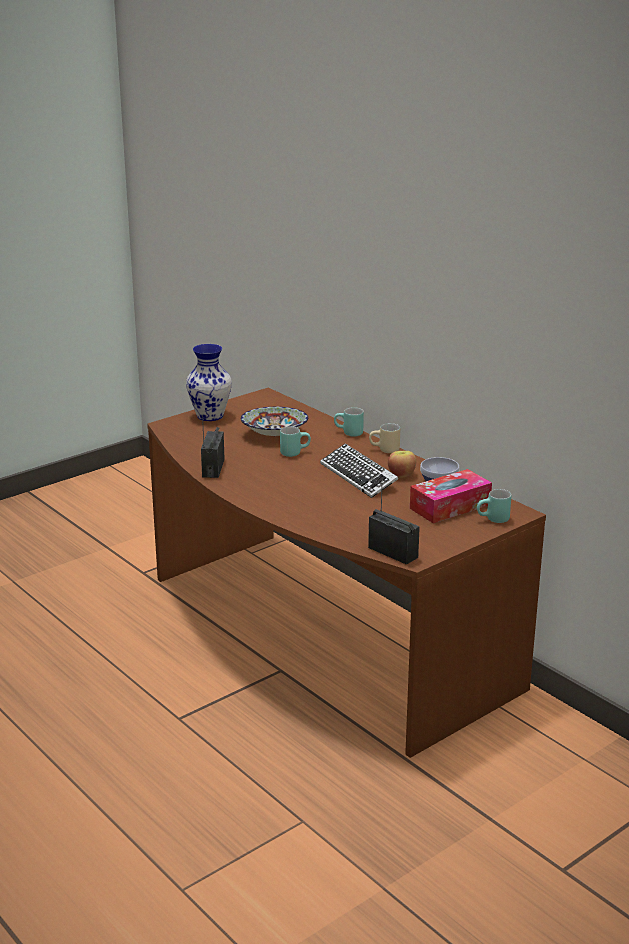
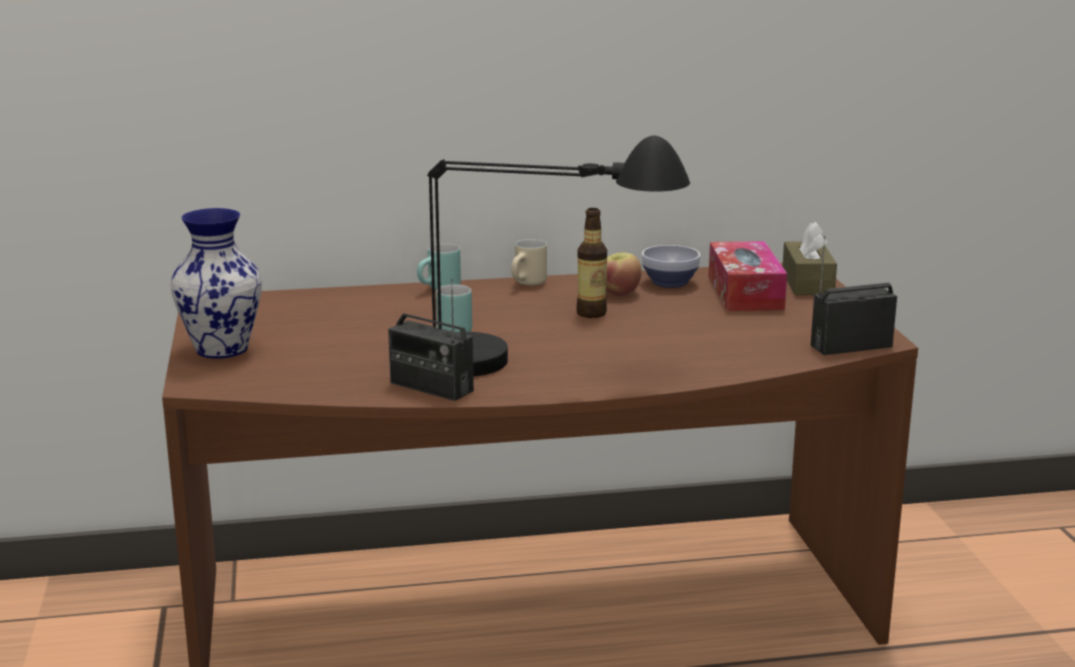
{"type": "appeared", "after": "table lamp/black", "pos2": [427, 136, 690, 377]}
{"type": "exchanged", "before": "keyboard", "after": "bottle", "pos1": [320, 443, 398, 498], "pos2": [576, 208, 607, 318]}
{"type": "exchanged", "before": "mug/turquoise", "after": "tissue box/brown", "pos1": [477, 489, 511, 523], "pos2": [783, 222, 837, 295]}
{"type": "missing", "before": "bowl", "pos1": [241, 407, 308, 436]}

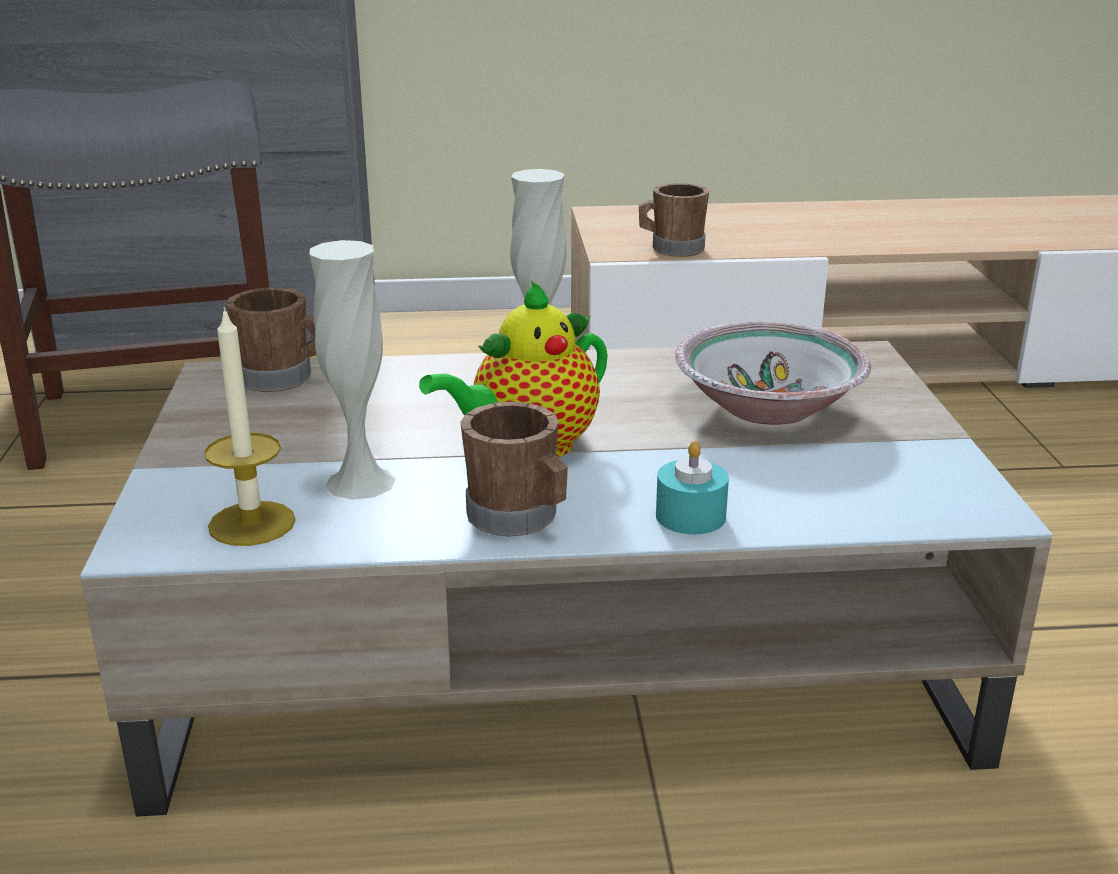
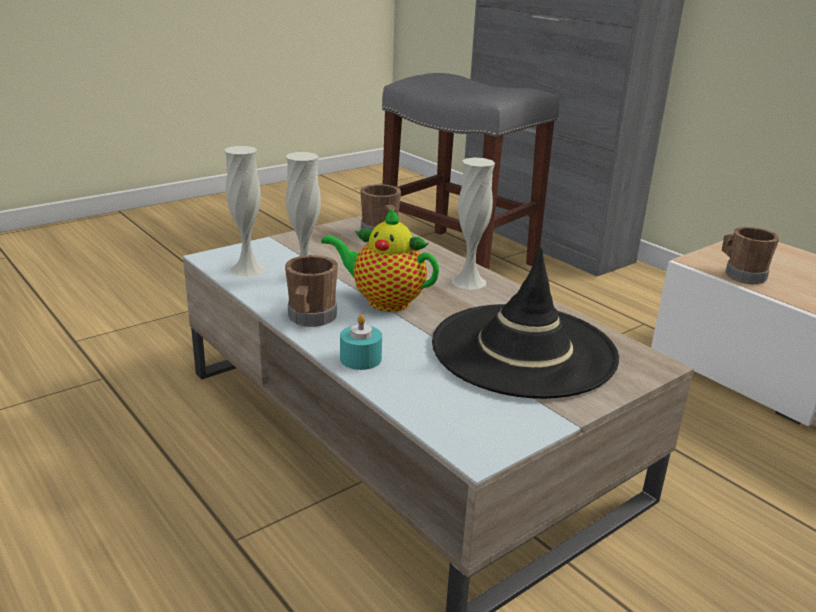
{"type": "exchanged", "before": "candle", "after": "vase/white", "pos1": [204, 307, 296, 546], "pos2": [224, 146, 265, 277]}
{"type": "exchanged", "before": "bowl", "after": "hat/black", "pos1": [675, 322, 871, 425], "pos2": [432, 247, 619, 399]}

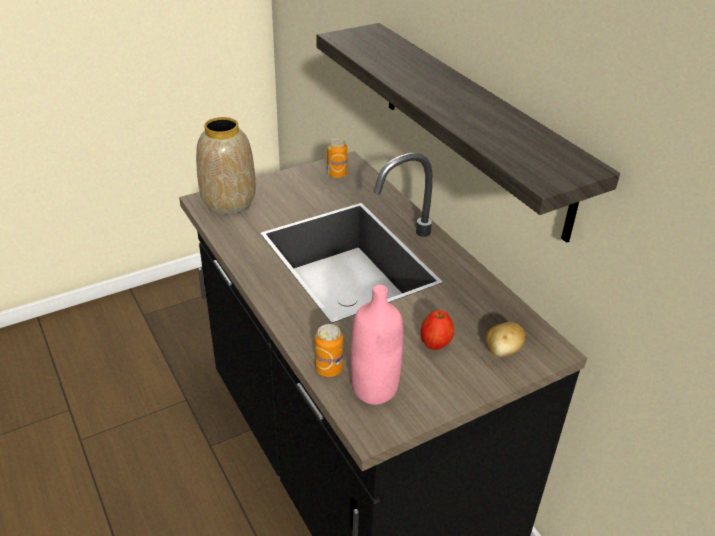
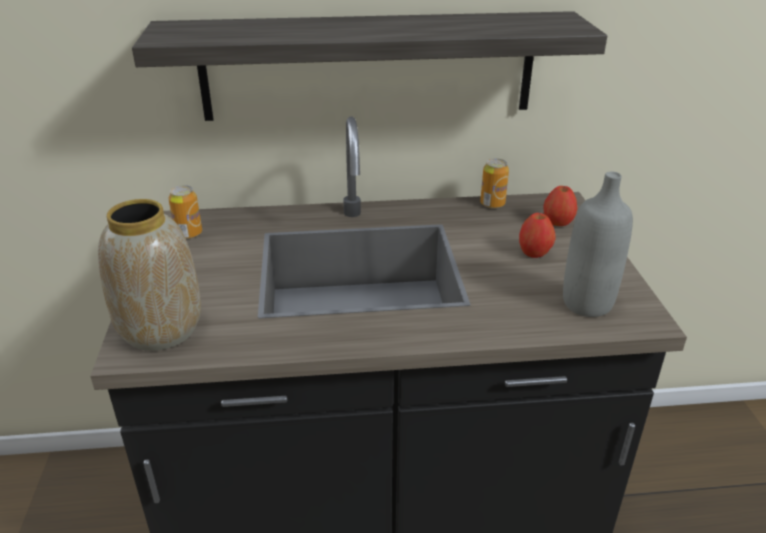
{"type": "relocated", "before": "can", "pos1": [315, 324, 343, 377], "pos2": [480, 158, 509, 209]}
{"type": "exchanged", "before": "potato", "after": "apple", "pos1": [486, 322, 525, 357], "pos2": [543, 186, 577, 226]}
{"type": "colour", "before": "bottle/pink", "after": "bottle/grey", "pos1": [351, 285, 403, 405], "pos2": [563, 171, 633, 317]}

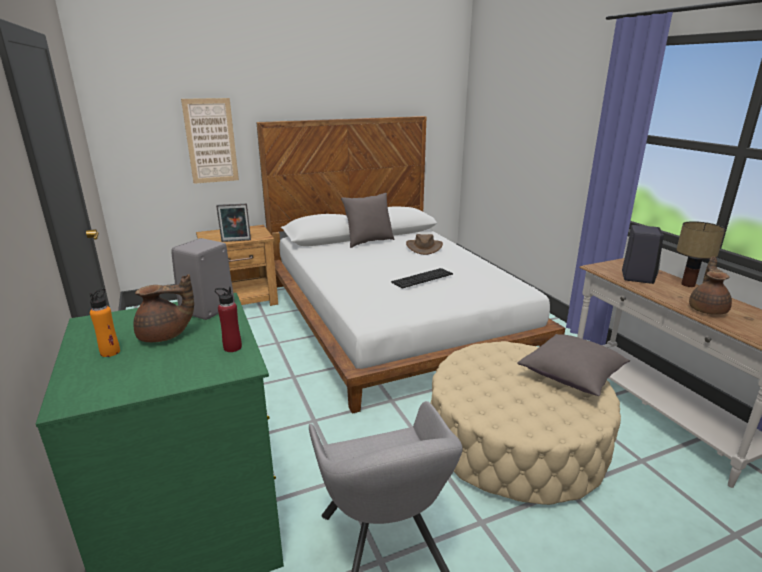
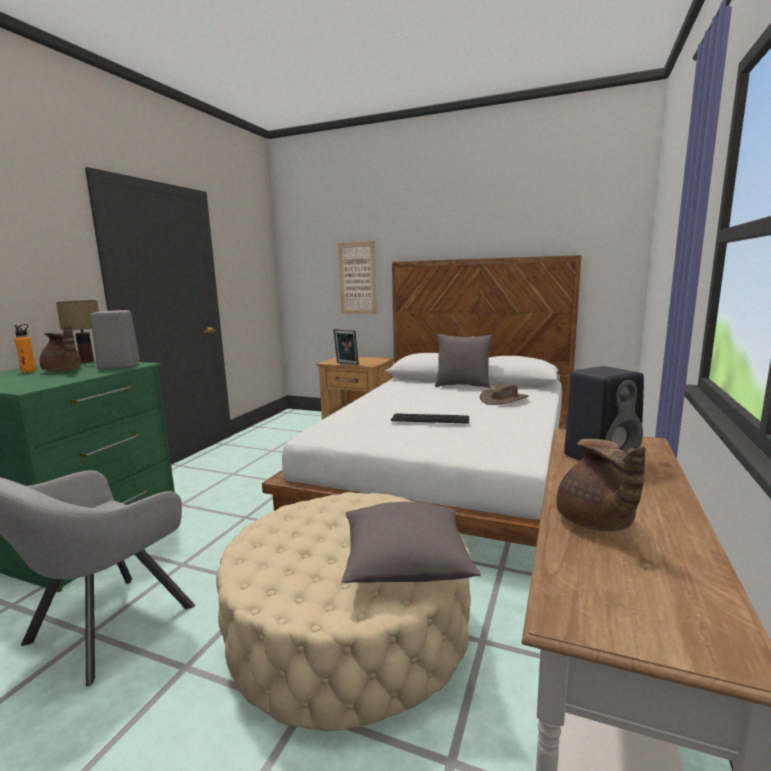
{"type": "relocated", "before": "table lamp", "pos1": [676, 221, 725, 287], "pos2": [56, 300, 99, 363]}
{"type": "spun", "before": "teapot/brown", "pos1": [689, 256, 732, 315], "pos2": [557, 439, 645, 531], "turn": 105}
{"type": "missing", "before": "bottle/red", "pos1": [215, 287, 242, 352]}

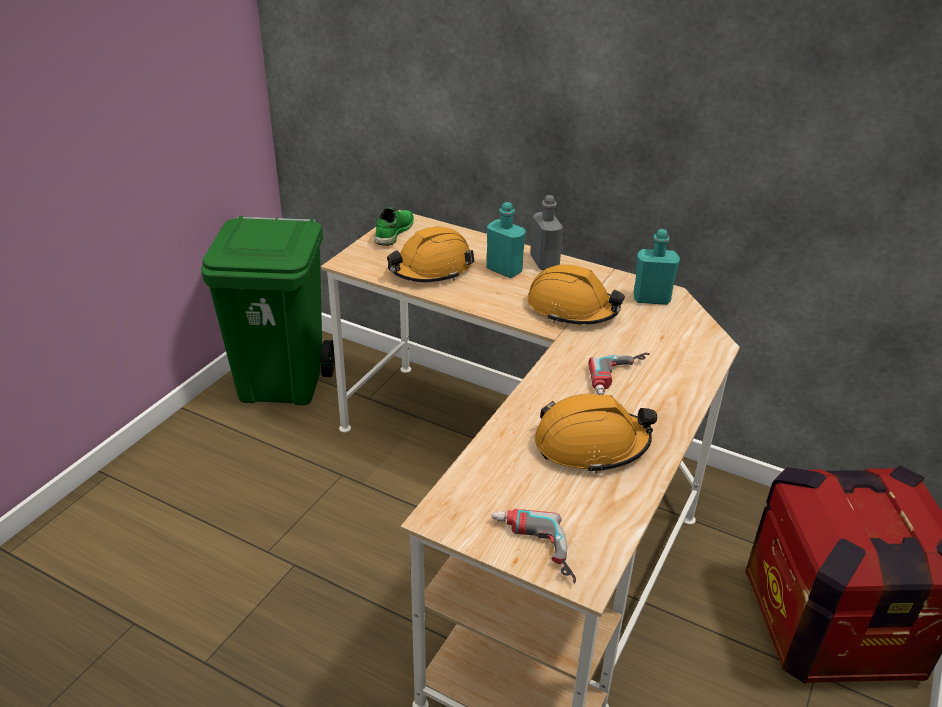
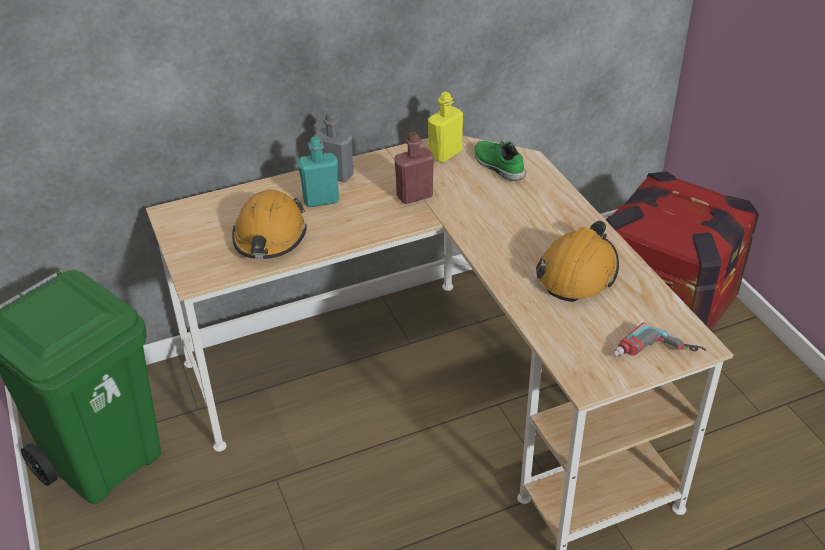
{"type": "exchanged", "before": "hard hat/orange", "after": "bottle/red", "pos1": [527, 264, 625, 325], "pos2": [394, 132, 434, 204]}
{"type": "colour", "before": "bottle/turquoise", "after": "bottle/yellow", "pos1": [633, 229, 680, 305], "pos2": [428, 92, 463, 163]}
{"type": "relocated", "before": "shoe/green", "pos1": [374, 207, 414, 246], "pos2": [474, 141, 526, 181]}
{"type": "missing", "before": "power drill", "pos1": [589, 353, 650, 395]}

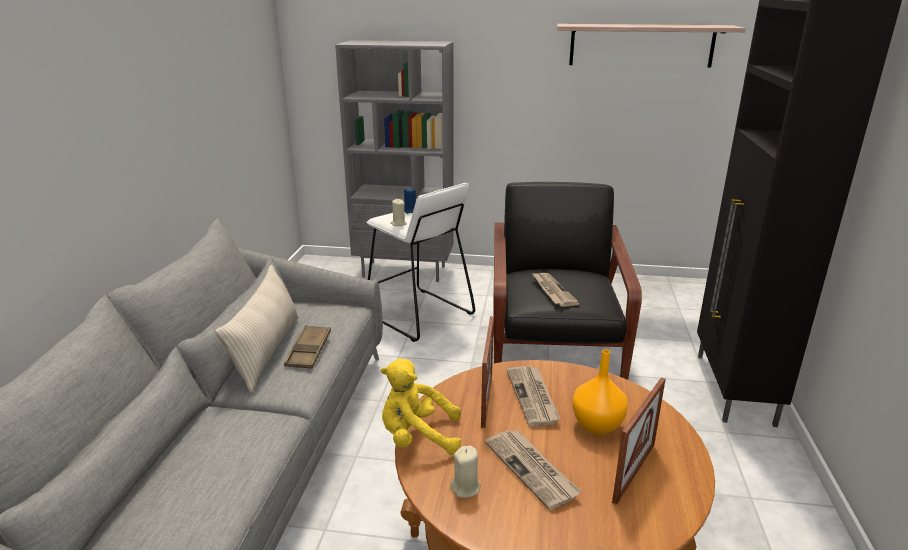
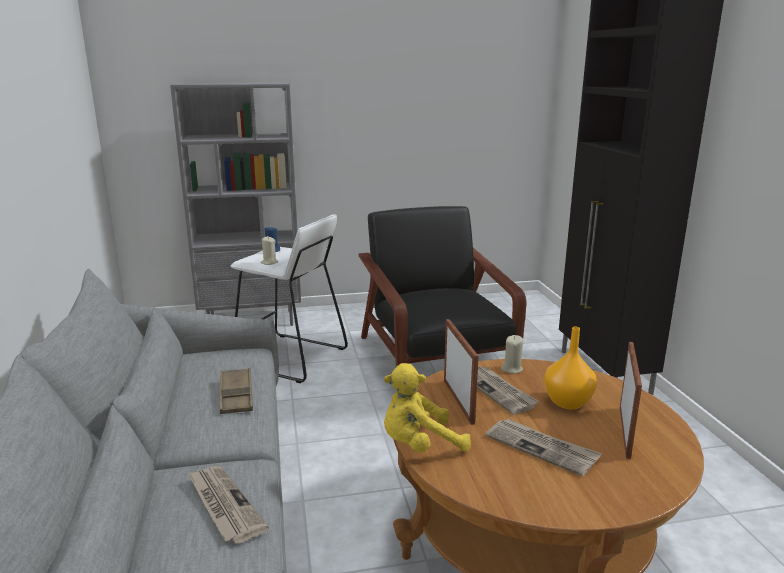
{"type": "relocated", "before": "newspaper", "pos1": [531, 272, 579, 307], "pos2": [187, 466, 269, 544]}
{"type": "relocated", "before": "candle/beige", "pos1": [450, 446, 481, 498], "pos2": [501, 335, 523, 374]}
{"type": "missing", "before": "pillow/beige", "pos1": [215, 265, 299, 393]}
{"type": "missing", "before": "shelf", "pos1": [557, 24, 746, 68]}

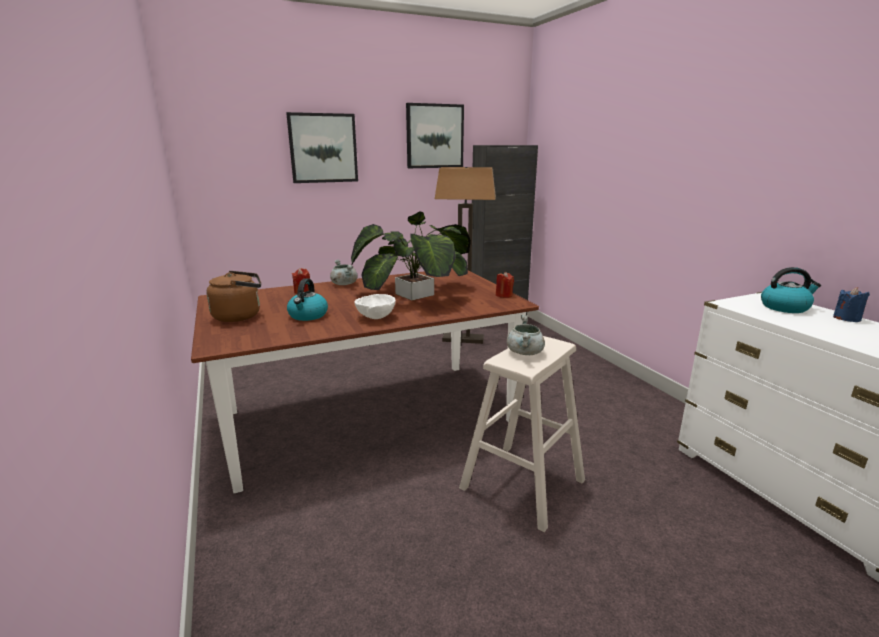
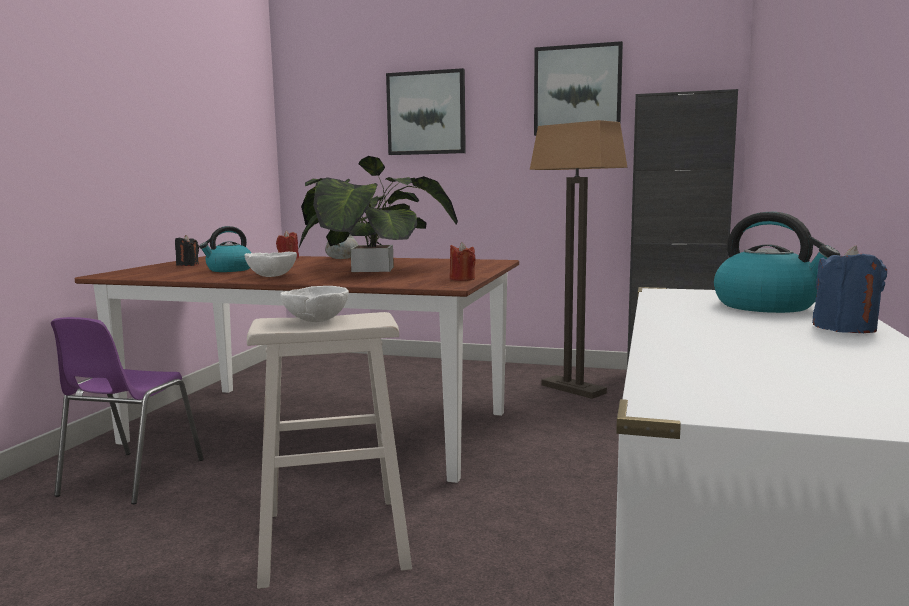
{"type": "appeared", "after": "chair/purple", "pos2": [51, 317, 204, 504]}
{"type": "exchanged", "before": "kettle/brown", "after": "candle/black", "pos1": [206, 271, 261, 322], "pos2": [175, 235, 199, 266]}
{"type": "exchanged", "before": "cooking pot/grey", "after": "bowl/white", "pos1": [507, 315, 545, 355], "pos2": [280, 286, 349, 322]}

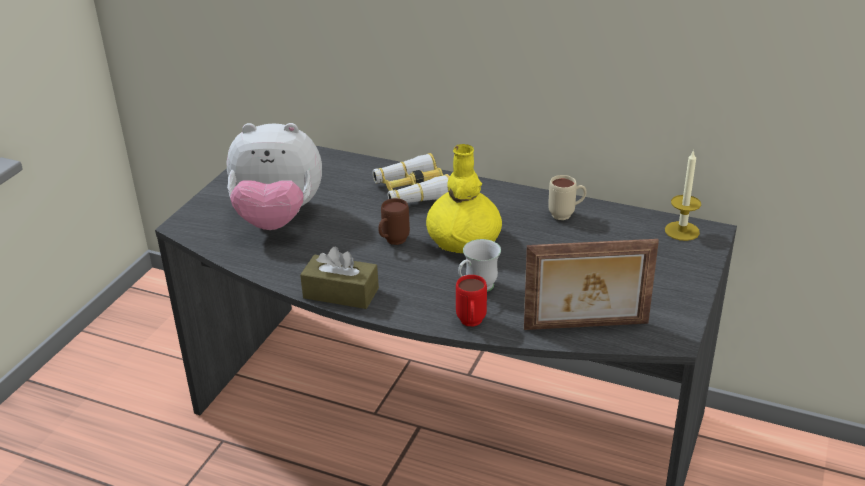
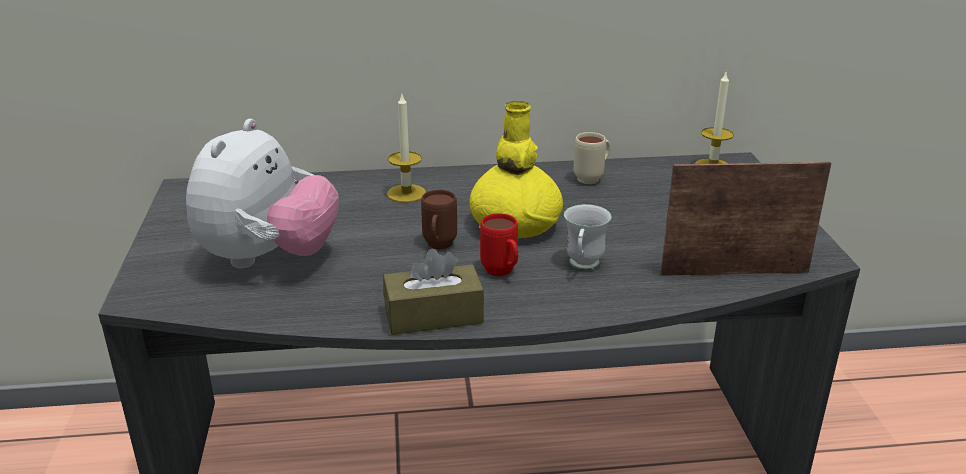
{"type": "spun", "before": "plush toy", "pos1": [227, 123, 322, 230], "pos2": [186, 119, 339, 268], "turn": -45}
{"type": "exchanged", "before": "binoculars", "after": "candle", "pos1": [373, 153, 450, 203], "pos2": [387, 92, 426, 203]}
{"type": "relocated", "before": "mug/red", "pos1": [456, 275, 487, 327], "pos2": [480, 213, 518, 276]}
{"type": "spun", "before": "picture frame", "pos1": [524, 239, 659, 330], "pos2": [661, 162, 832, 276], "turn": -150}

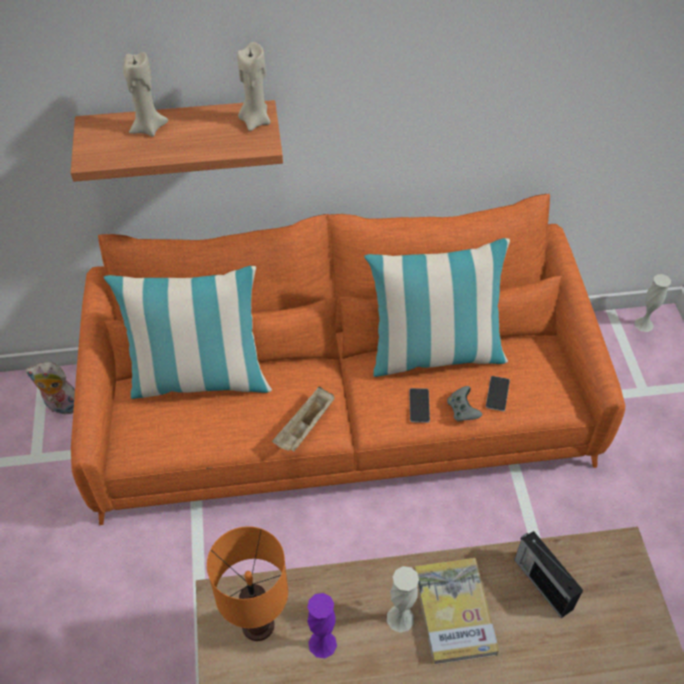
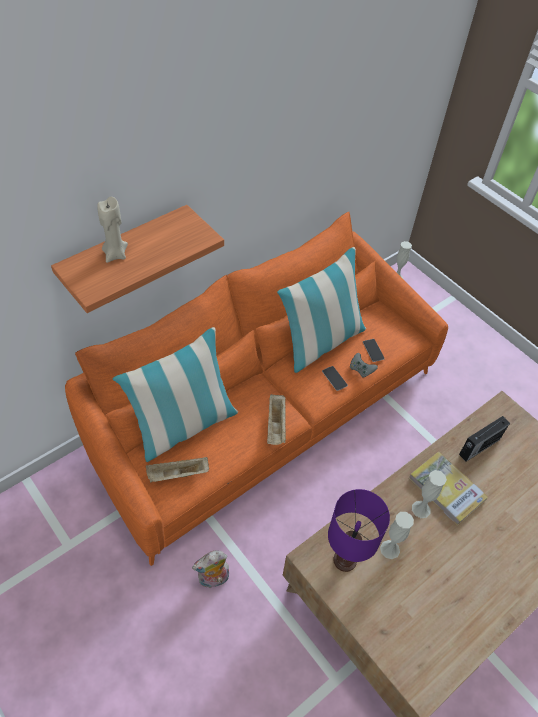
{"type": "appeared", "after": "tray/beige", "pos2": [146, 457, 209, 483]}
{"type": "relocated", "before": "plush toy", "pos1": [26, 362, 75, 415], "pos2": [192, 550, 229, 588]}
{"type": "colour", "before": "table lamp/orange", "after": "table lamp/purple", "pos1": [207, 526, 288, 641], "pos2": [328, 489, 390, 572]}
{"type": "colour", "before": "vase/purple", "after": "vase/white", "pos1": [307, 593, 337, 658], "pos2": [380, 512, 414, 559]}
{"type": "spun", "before": "radio", "pos1": [514, 531, 583, 618], "pos2": [459, 416, 510, 462], "turn": -60}
{"type": "missing", "before": "candle/beige", "pos1": [237, 42, 270, 131]}

